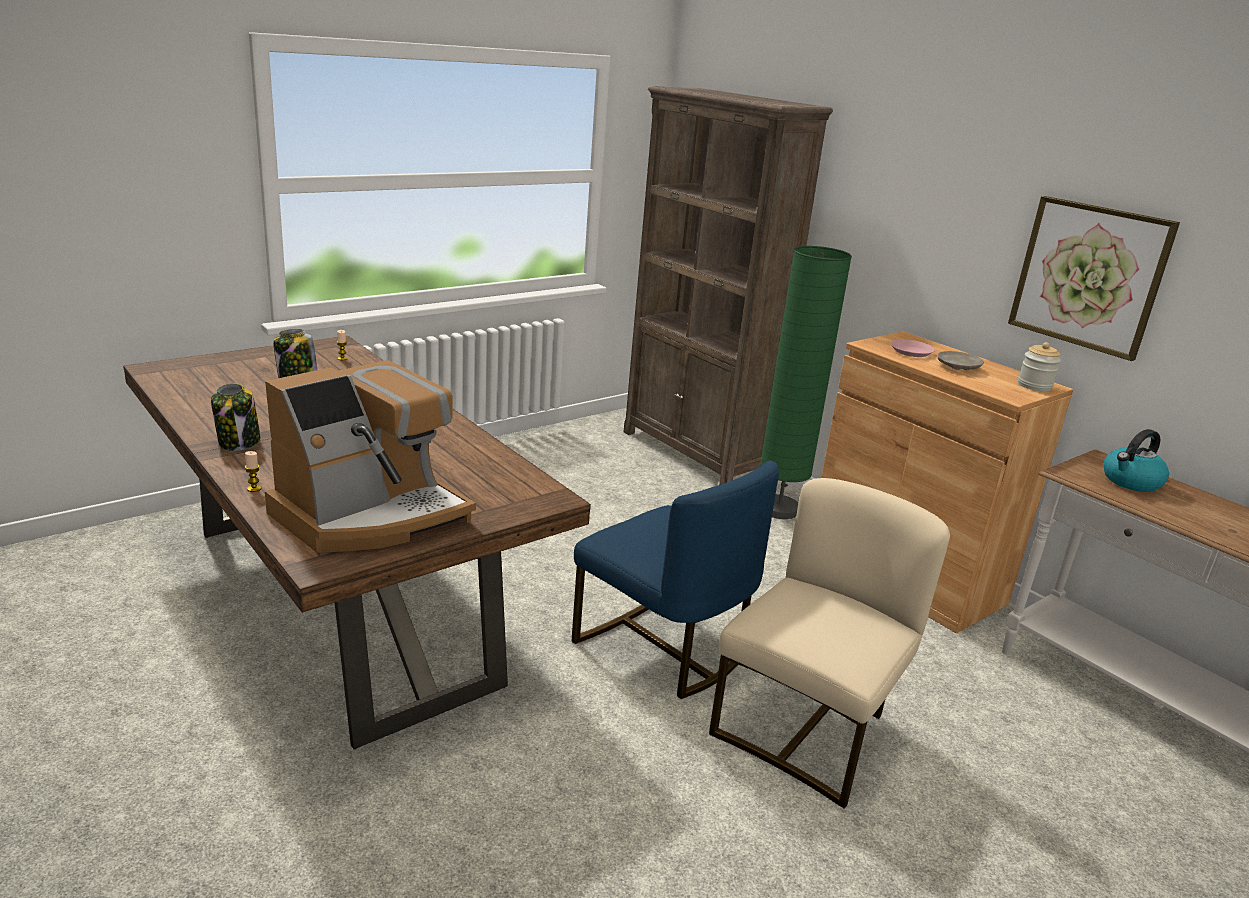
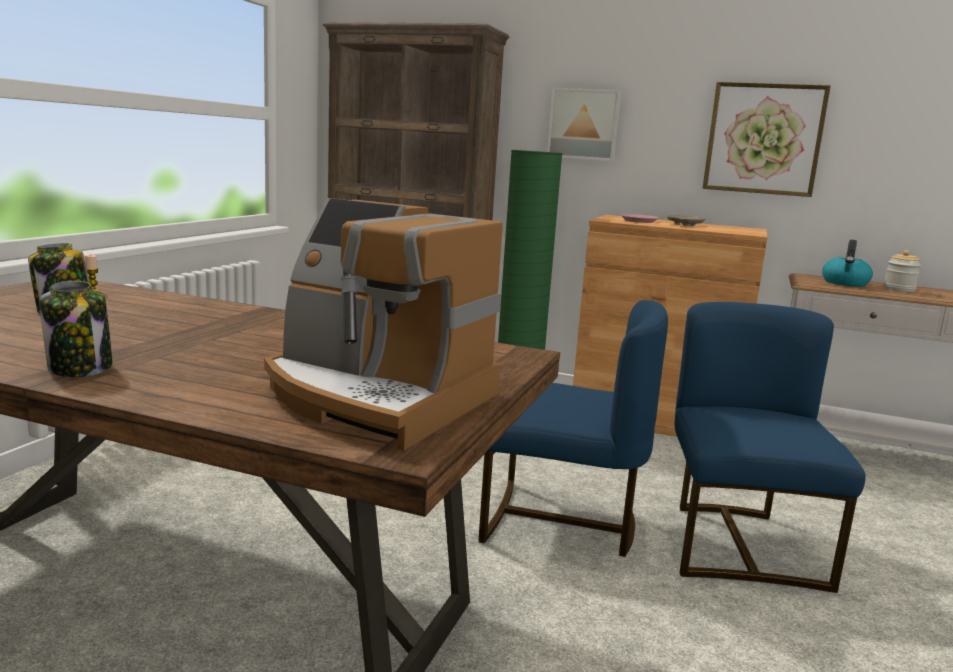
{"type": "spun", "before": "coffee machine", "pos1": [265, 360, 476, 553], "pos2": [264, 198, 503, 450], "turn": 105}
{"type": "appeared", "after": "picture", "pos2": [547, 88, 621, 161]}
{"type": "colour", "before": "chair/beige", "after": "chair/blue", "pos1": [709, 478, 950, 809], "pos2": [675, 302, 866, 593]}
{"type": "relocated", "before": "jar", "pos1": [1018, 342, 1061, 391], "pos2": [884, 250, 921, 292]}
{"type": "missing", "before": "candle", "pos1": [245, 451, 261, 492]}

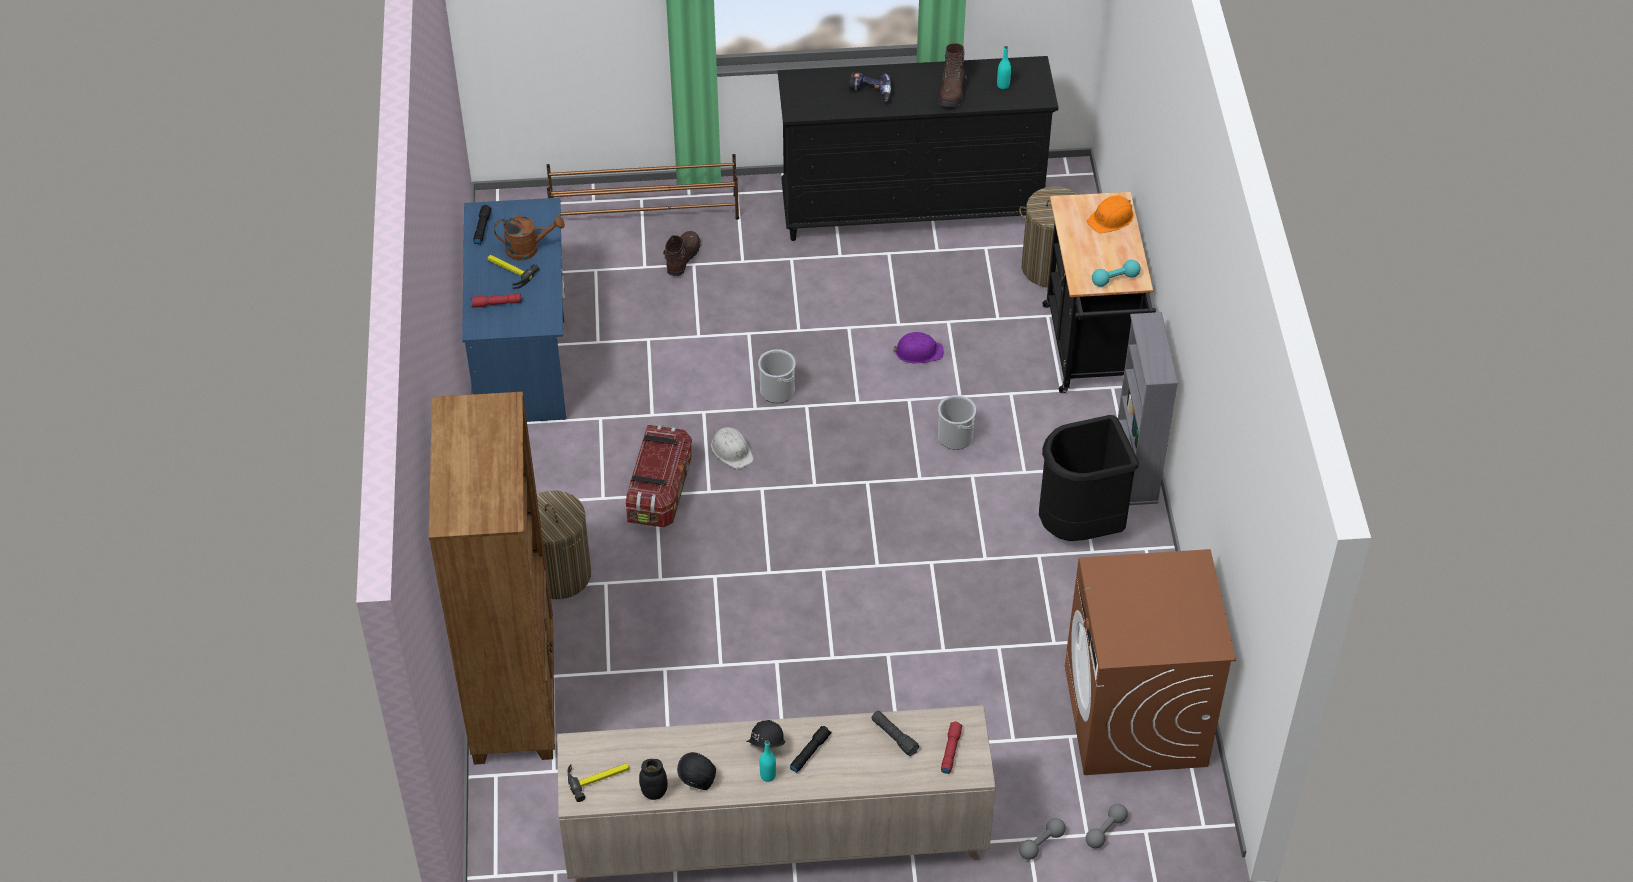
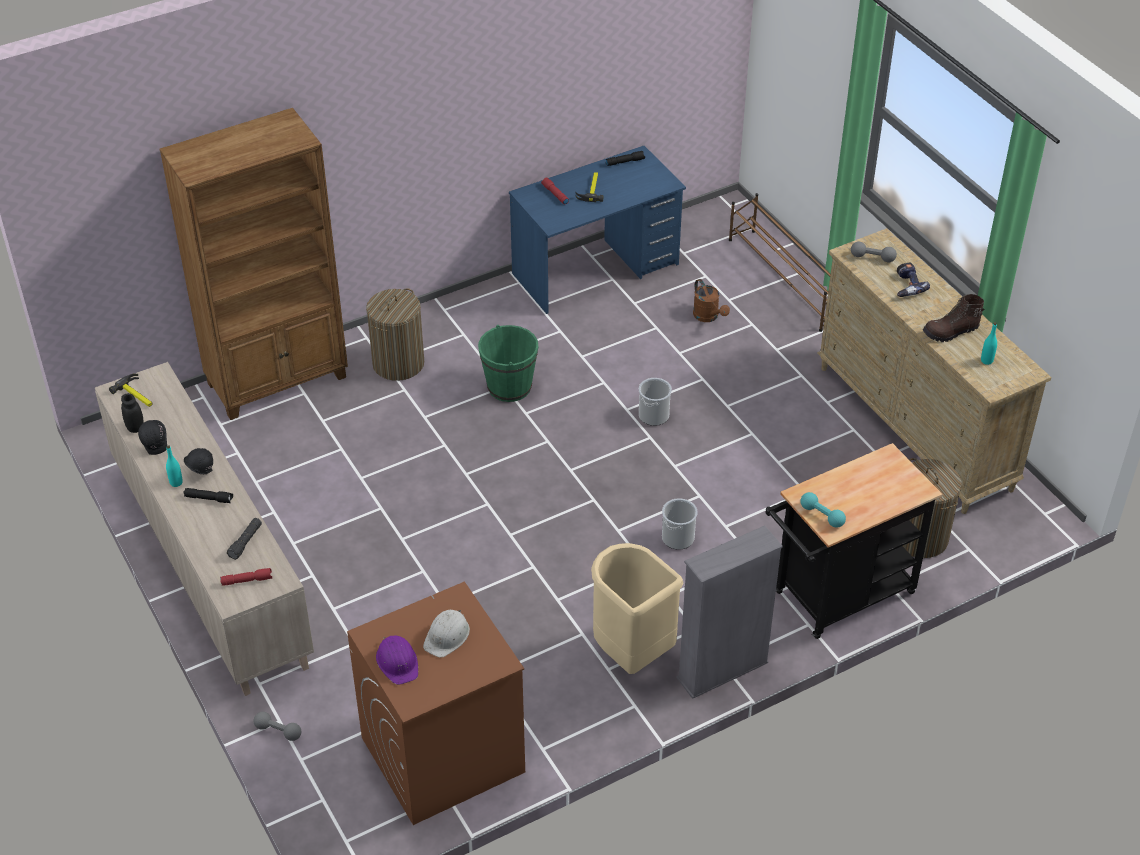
{"type": "relocated", "before": "hard hat/purple", "pos1": [893, 332, 943, 364], "pos2": [376, 635, 418, 685]}
{"type": "relocated", "before": "hard hat/white", "pos1": [711, 427, 754, 469], "pos2": [423, 610, 470, 658]}
{"type": "exchanged", "before": "storage box", "after": "bucket/green", "pos1": [626, 425, 692, 528], "pos2": [478, 325, 539, 402]}
{"type": "colour", "before": "trash can/black", "after": "trash can/beige", "pos1": [1039, 415, 1139, 541], "pos2": [591, 543, 683, 674]}
{"type": "relocated", "before": "watering can/brown", "pos1": [494, 216, 565, 260], "pos2": [693, 279, 730, 322]}
{"type": "colour", "before": "dresser/black", "after": "dresser/beige", "pos1": [778, 56, 1058, 241], "pos2": [817, 228, 1051, 514]}
{"type": "relocated", "before": "dumbbell/grey", "pos1": [1086, 804, 1128, 848], "pos2": [851, 242, 897, 262]}
{"type": "missing", "before": "boot/brown", "pos1": [663, 231, 701, 276]}
{"type": "missing", "before": "hard hat/orange", "pos1": [1087, 195, 1134, 233]}

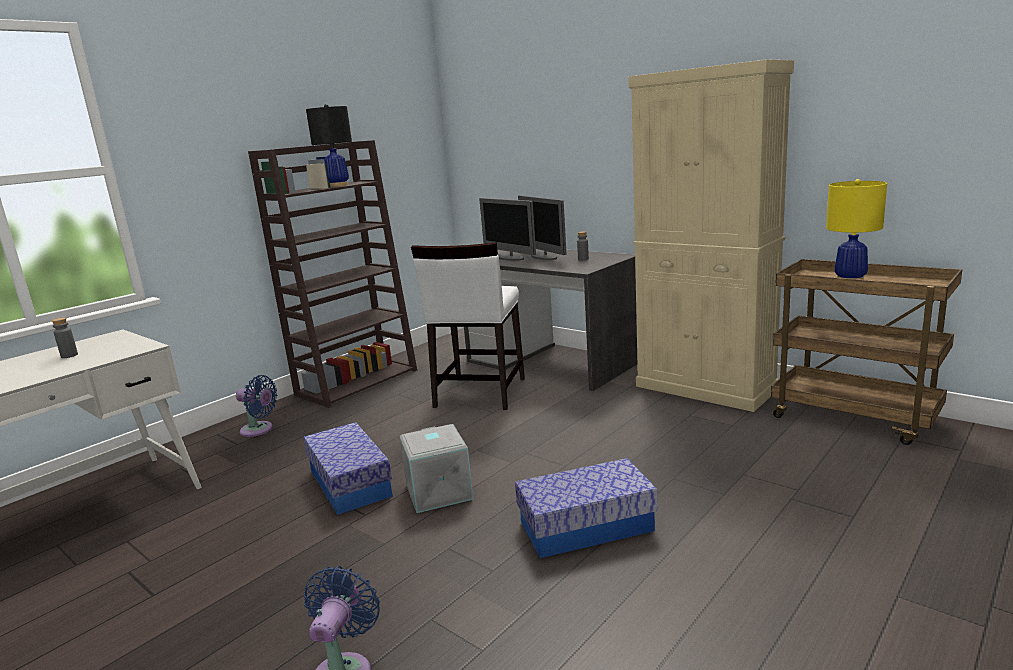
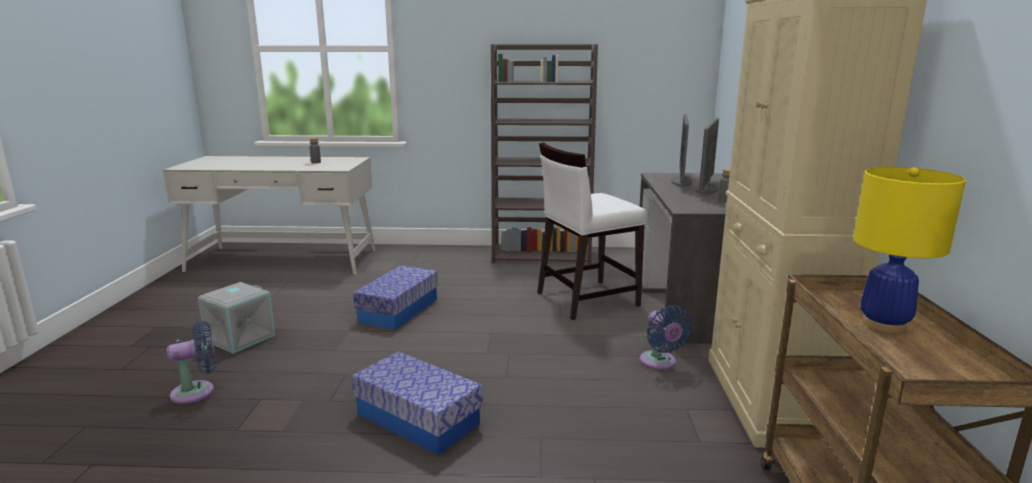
{"type": "relocated", "before": "storage box/grey", "pos1": [399, 424, 473, 513], "pos2": [198, 282, 275, 354]}
{"type": "relocated", "before": "fan/blue", "pos1": [236, 375, 278, 437], "pos2": [640, 305, 692, 370]}
{"type": "missing", "before": "table lamp/black", "pos1": [306, 104, 352, 187]}

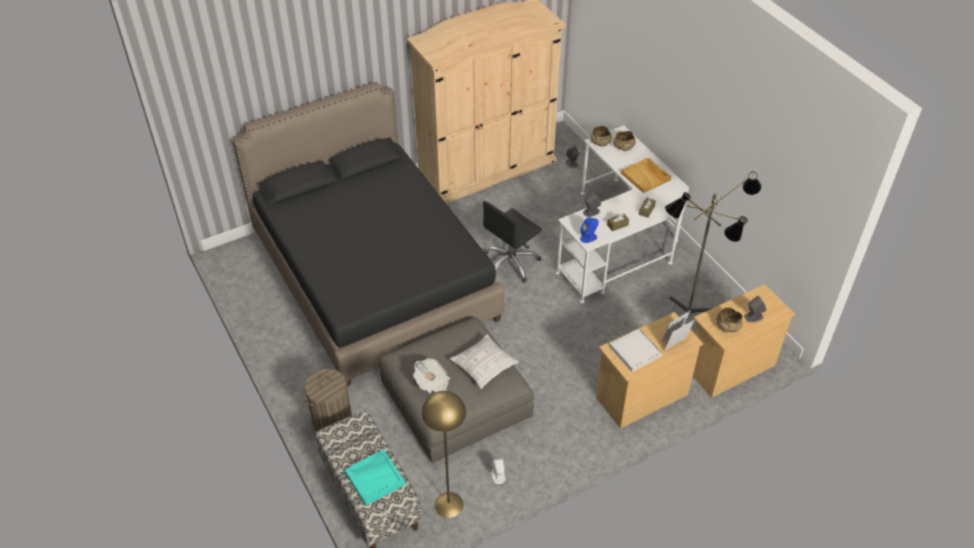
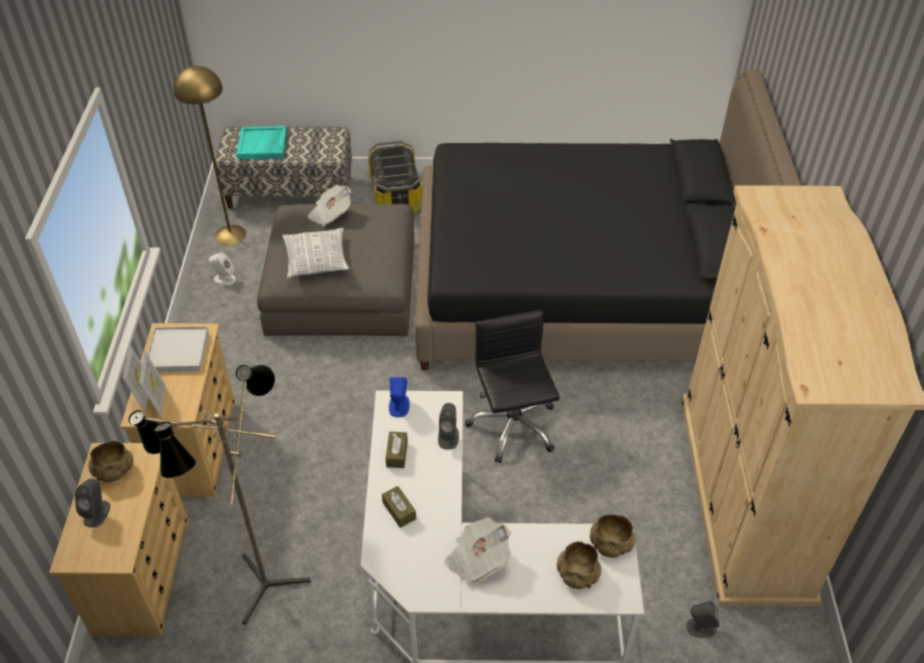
{"type": "exchanged", "before": "laundry basket", "after": "storage box", "pos1": [303, 369, 352, 431], "pos2": [368, 141, 422, 212]}
{"type": "exchanged", "before": "tray/beige", "after": "newspaper", "pos1": [621, 157, 671, 193], "pos2": [445, 517, 511, 585]}

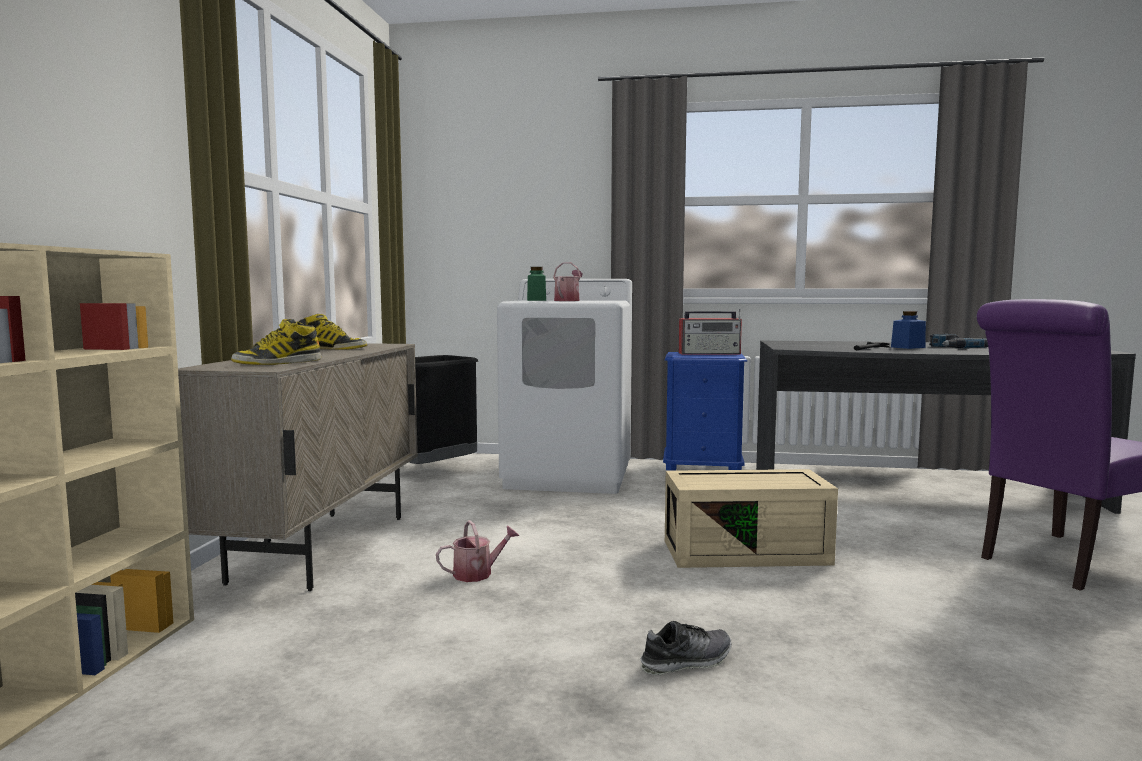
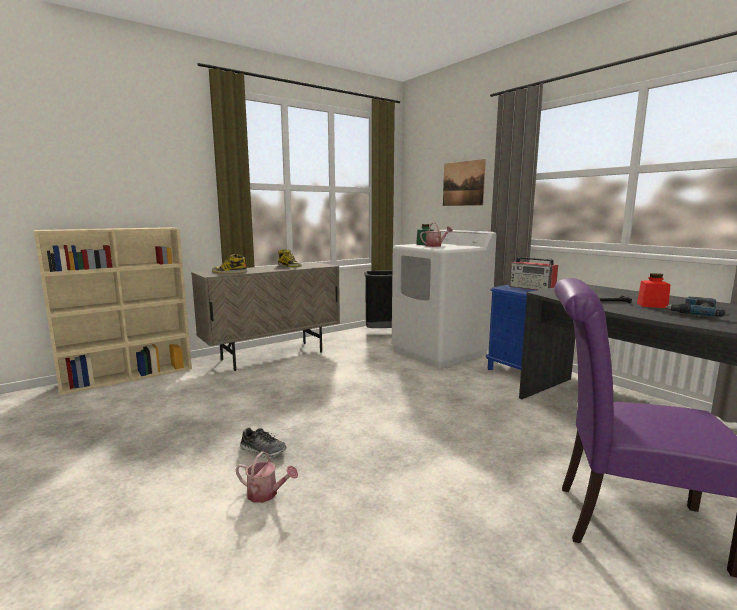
{"type": "relocated", "before": "watering can", "pos1": [436, 520, 519, 582], "pos2": [236, 451, 298, 503]}
{"type": "appeared", "after": "picture", "pos2": [443, 159, 486, 206]}
{"type": "colour", "before": "jar/blue", "after": "jar/red", "pos1": [891, 311, 926, 349], "pos2": [637, 273, 670, 308]}
{"type": "missing", "before": "storage box/beige", "pos1": [665, 469, 838, 568]}

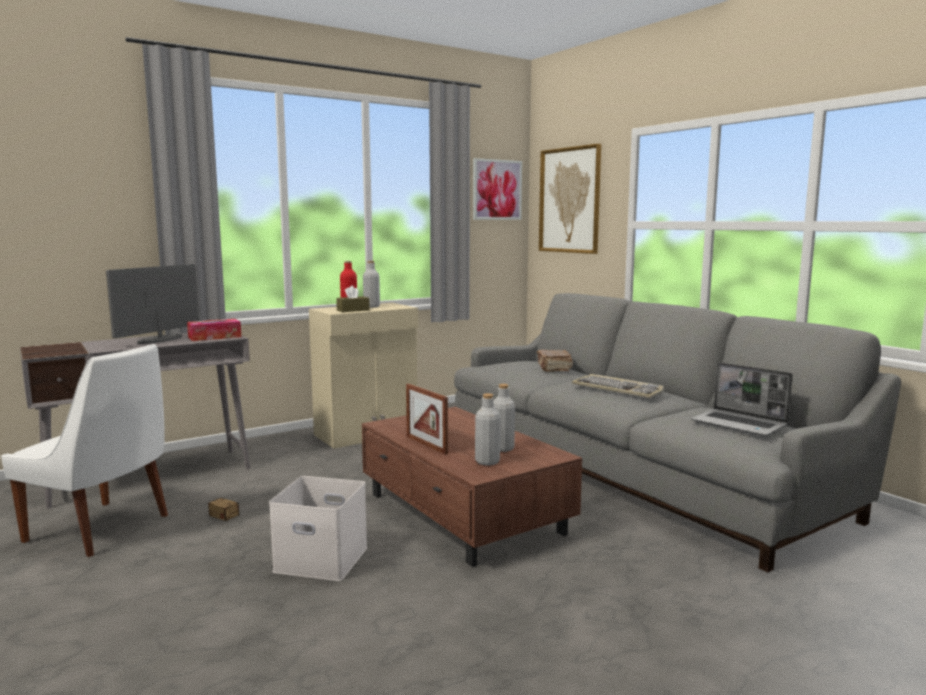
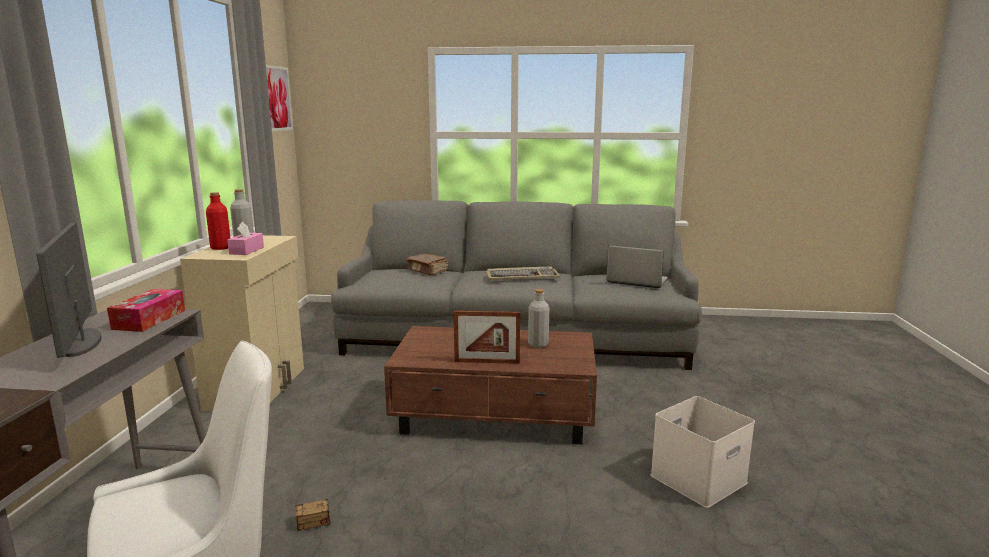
{"type": "colour", "before": "tissue box/brown", "after": "tissue box/pink", "pos1": [336, 285, 370, 312], "pos2": [227, 222, 264, 255]}
{"type": "spun", "before": "laptop", "pos1": [691, 362, 793, 436], "pos2": [607, 245, 668, 288], "turn": -150}
{"type": "relocated", "before": "storage box/white", "pos1": [269, 476, 367, 581], "pos2": [651, 396, 755, 508]}
{"type": "missing", "before": "bottle/grey", "pos1": [475, 393, 500, 466]}
{"type": "missing", "before": "picture", "pos1": [539, 144, 601, 254]}

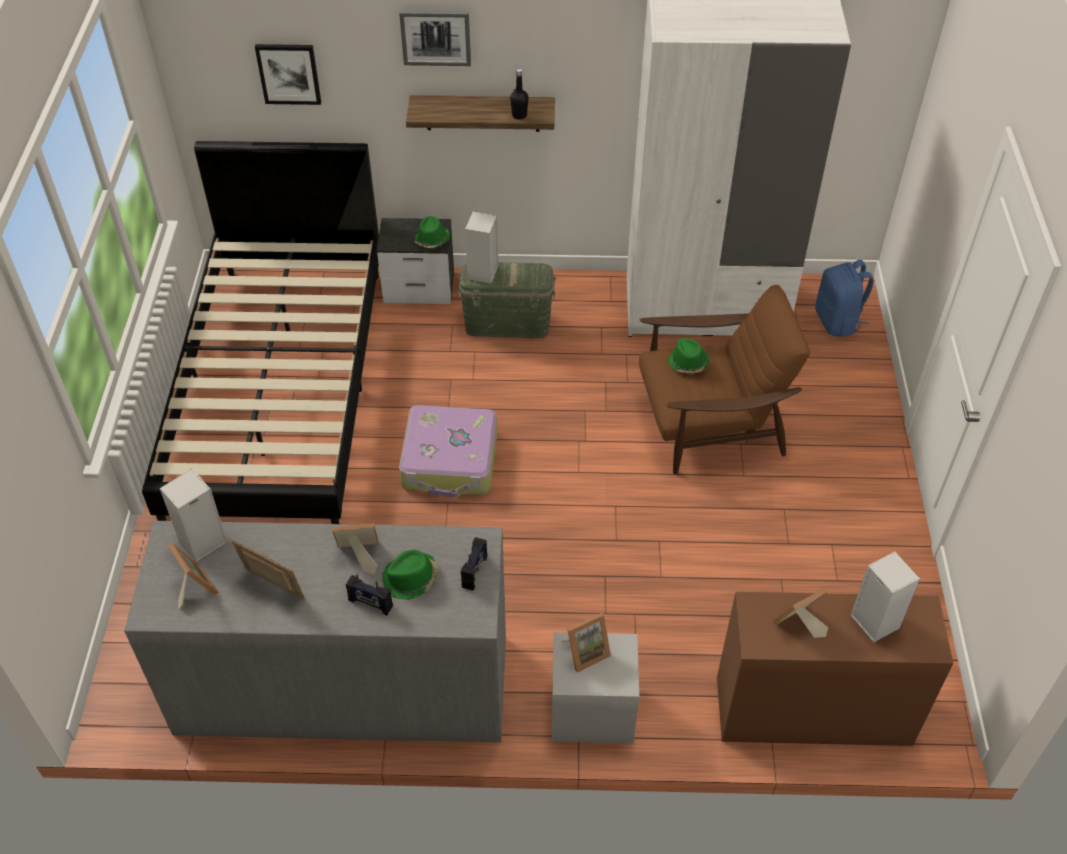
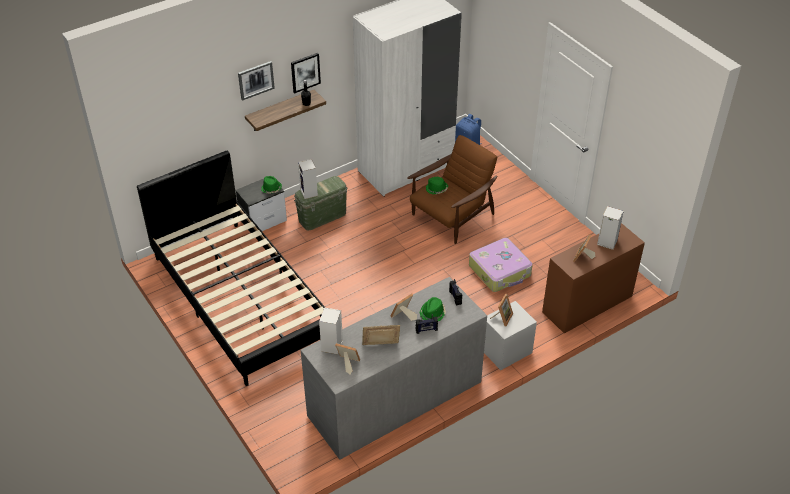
{"type": "relocated", "before": "picture", "pos1": [255, 44, 321, 105], "pos2": [291, 53, 321, 93]}
{"type": "relocated", "before": "suitcase", "pos1": [399, 405, 497, 497], "pos2": [469, 238, 533, 292]}

